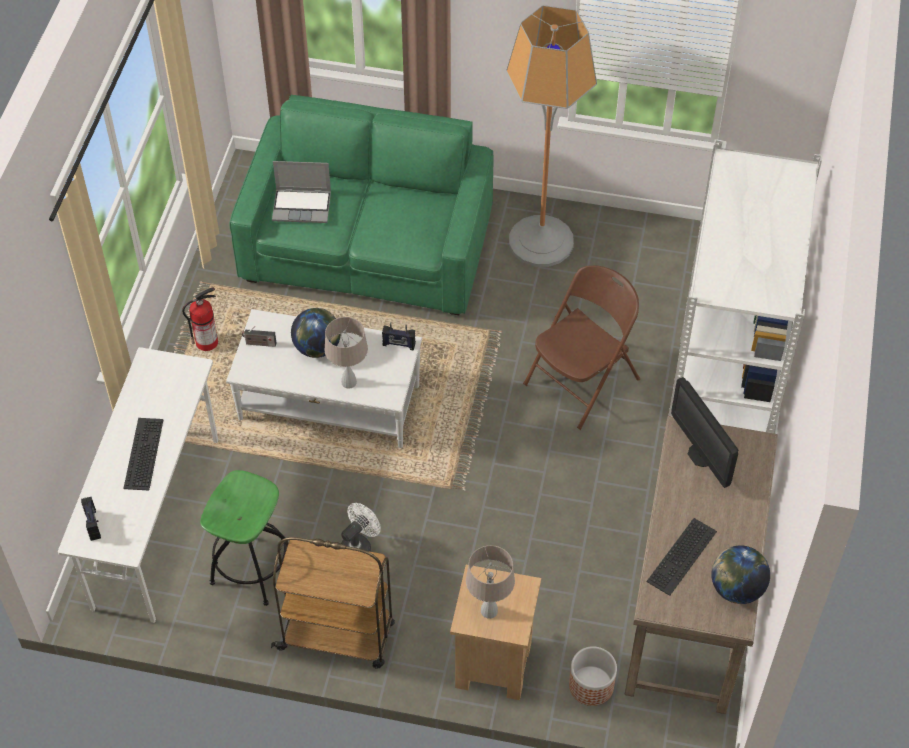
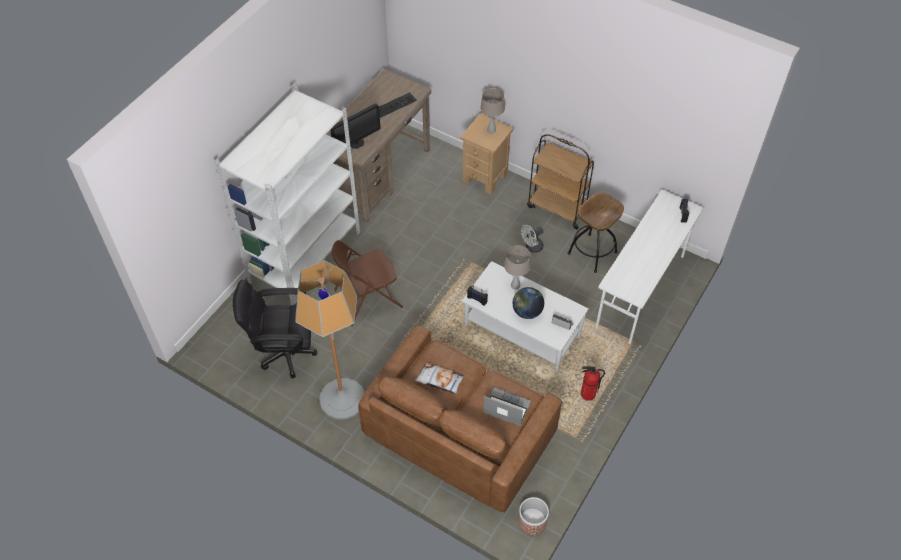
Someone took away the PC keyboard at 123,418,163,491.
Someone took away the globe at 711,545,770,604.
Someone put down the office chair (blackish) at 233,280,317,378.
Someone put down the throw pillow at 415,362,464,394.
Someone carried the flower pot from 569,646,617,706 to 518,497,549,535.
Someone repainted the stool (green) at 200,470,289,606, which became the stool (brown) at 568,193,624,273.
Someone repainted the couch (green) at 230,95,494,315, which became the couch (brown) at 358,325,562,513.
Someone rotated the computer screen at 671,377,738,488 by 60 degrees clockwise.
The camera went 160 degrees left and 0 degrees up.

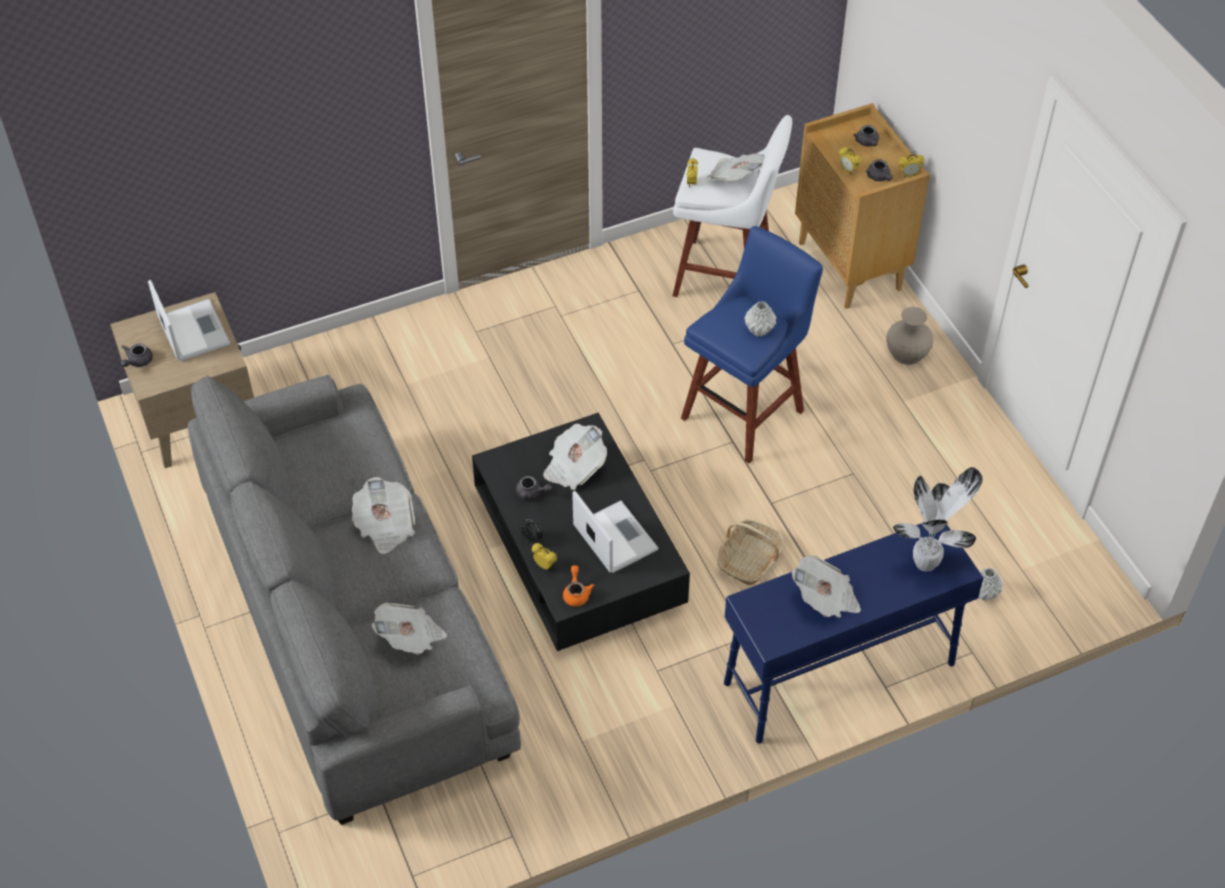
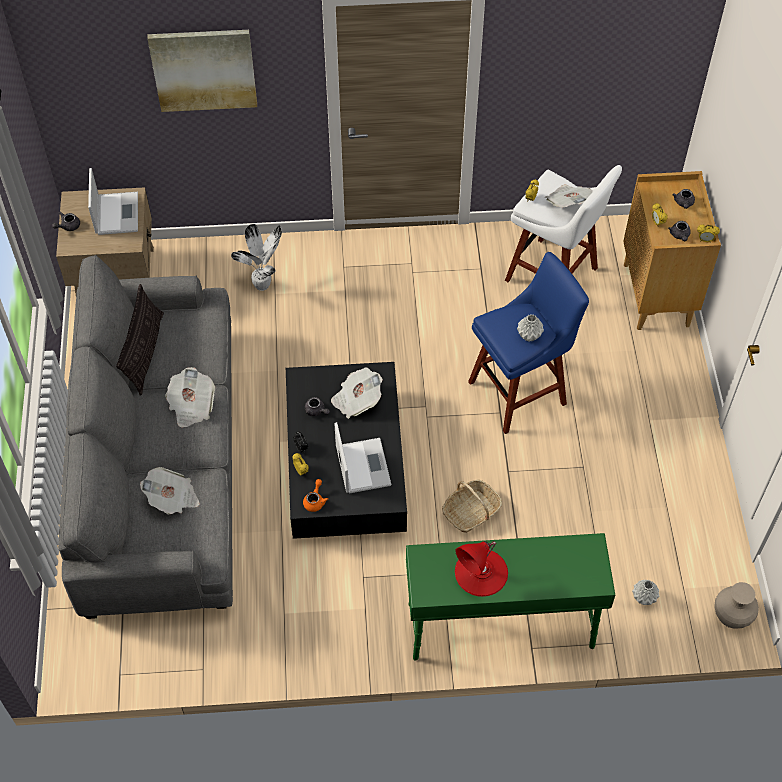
Someone put down the throw pillow at 116,284,164,396.
Someone put up the wall art at 147,30,257,112.
Someone carried the vase (sand-coloured) from 886,307,933,365 to 714,582,759,629.
Someone carried the potted plant from 893,467,983,572 to 231,224,282,291.
Someone swapped the printed paper at 792,555,861,618 for the tabletop lamp (red) at 455,541,508,597.
Someone repainted the narrow table (blue) at 724,522,984,743, which became the narrow table (green) at 406,533,616,661.
The camera went 20 degrees right and 5 degrees up.

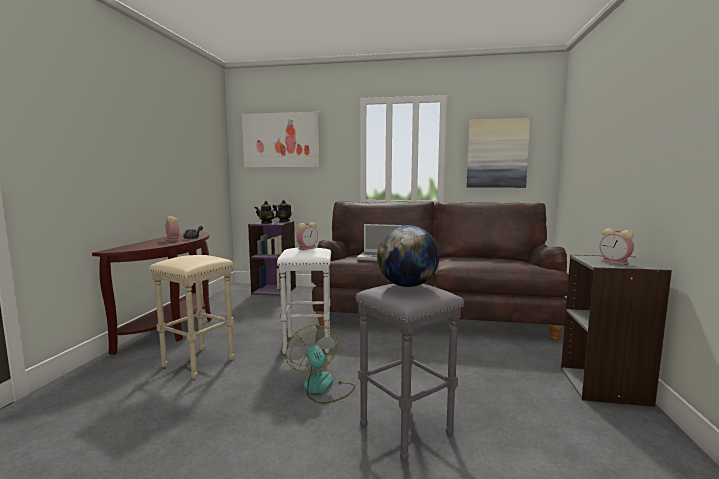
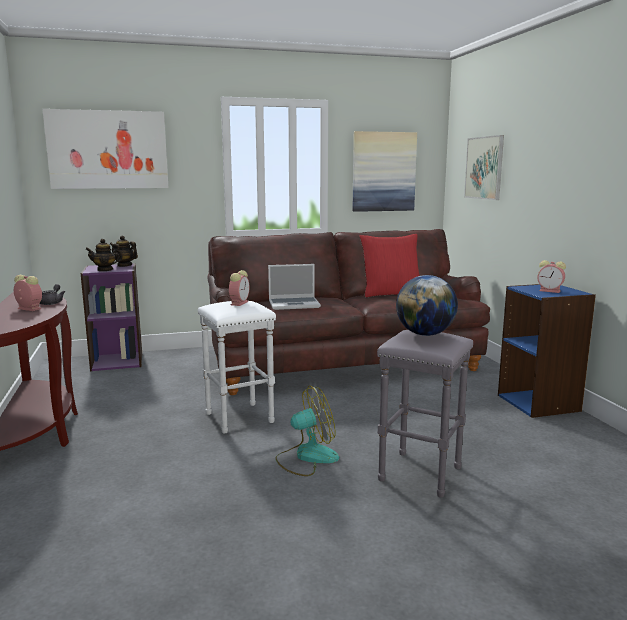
Someone took away the stool (sand-coloured) at 150,255,234,379.
Someone put down the throw pillow (red) at 359,234,420,297.
Someone put up the wall art at 464,135,504,200.
Someone repainted the bookcase (gray) at 561,255,672,407, which became the bookcase (blue) at 498,284,596,418.
Someone rotated the electric fan at 285,325,355,404 by 120 degrees clockwise.
The camera went 25 degrees left and 5 degrees up.

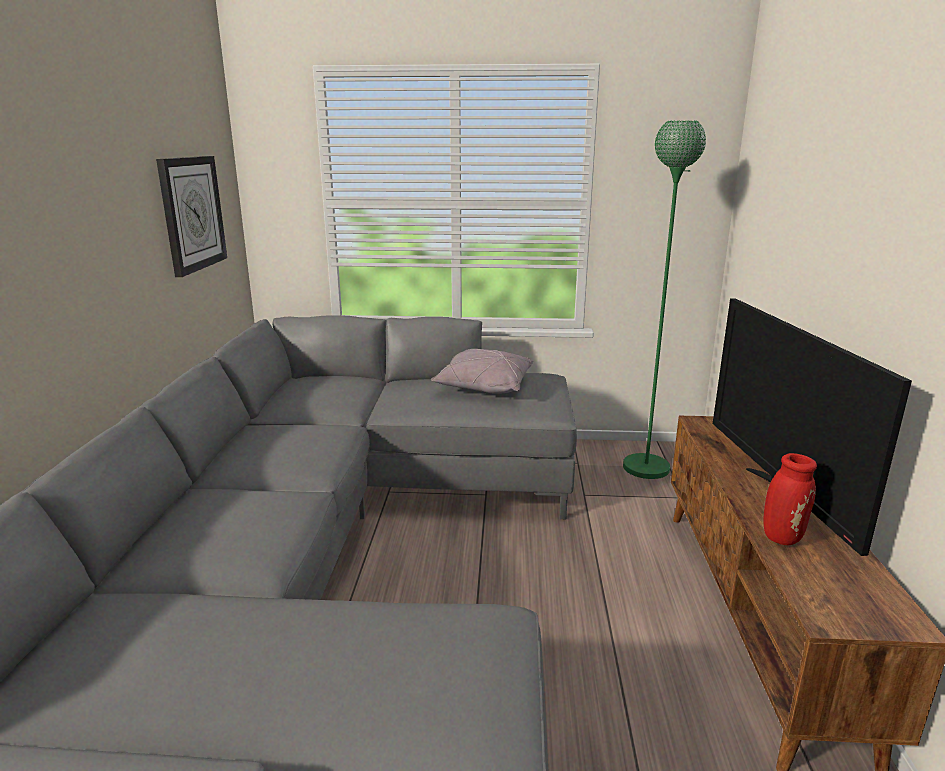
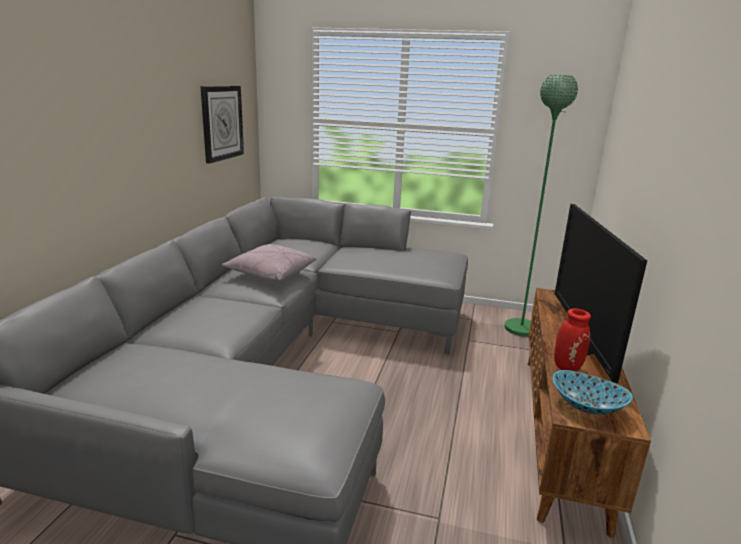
Someone put down the bowl at 553,370,633,415.
Someone carried the throw pillow (purple) from 431,349,533,394 to 222,244,317,281.
The camera went 10 degrees right and 0 degrees up.

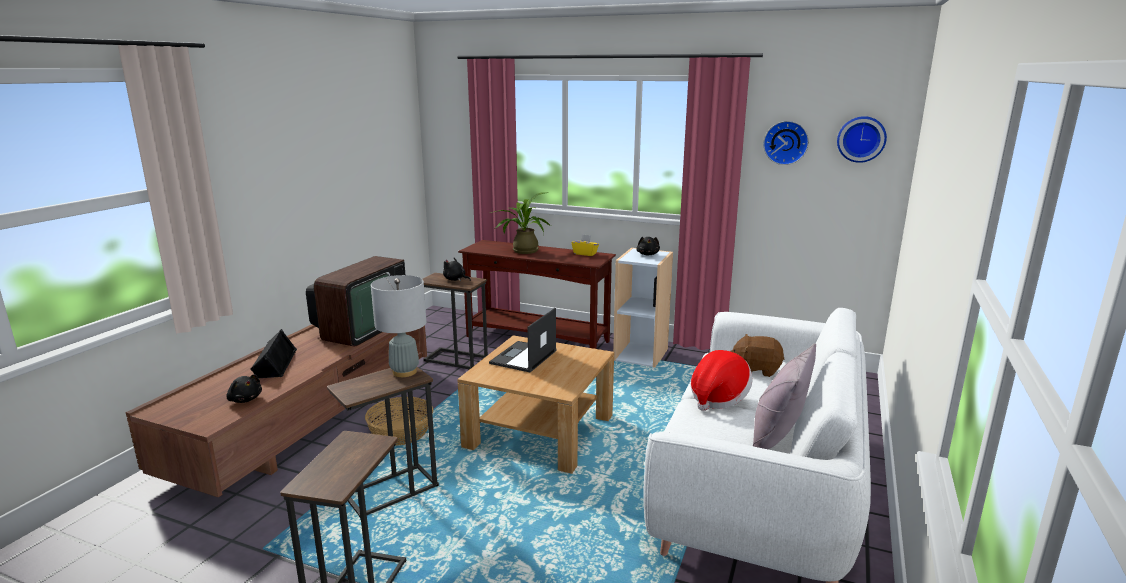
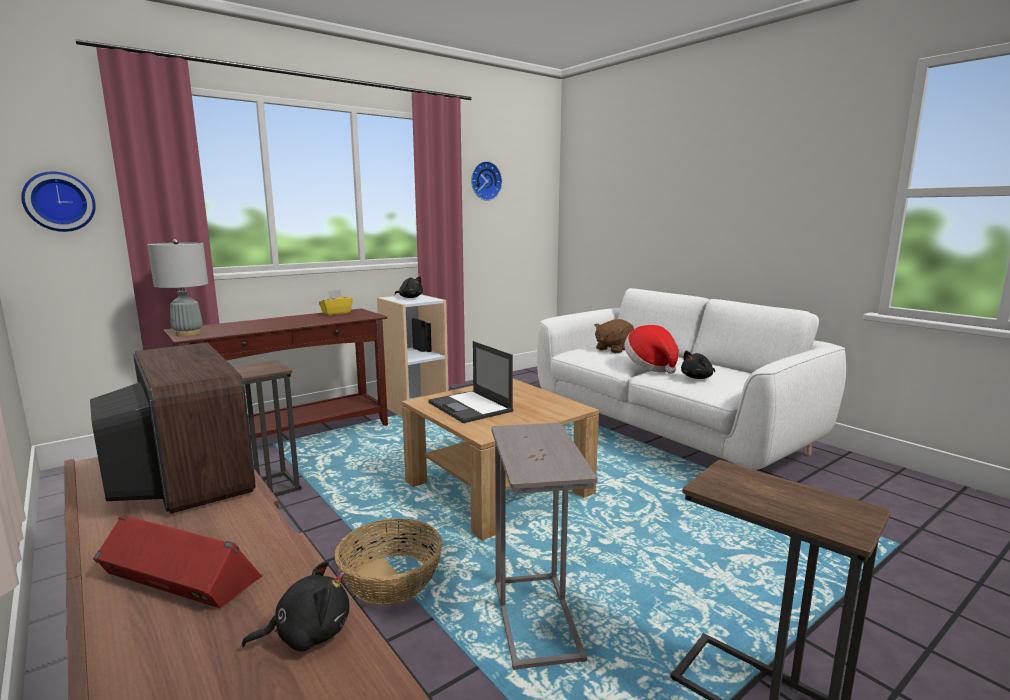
Someone took away the potted plant at 491,192,551,254.
Someone took away the throw pillow (purple) at 753,343,816,449.
Someone carried the tabletop lamp (gray) from 371,275,426,377 to 148,239,208,337.
Someone carried the cuddly toy (blackish) from 443,258,471,281 to 681,351,715,379.
Someone carried the hanging clock from 837,116,887,163 to 21,171,96,232.
Someone repainted the audio speaker (blackish) at 250,329,297,378, which became the audio speaker (red) at 93,514,262,609.
Someone repainted the end table (brown) at 327,367,439,518, which became the end table (gray) at 492,423,598,670.
The camera went 60 degrees left and 5 degrees down.

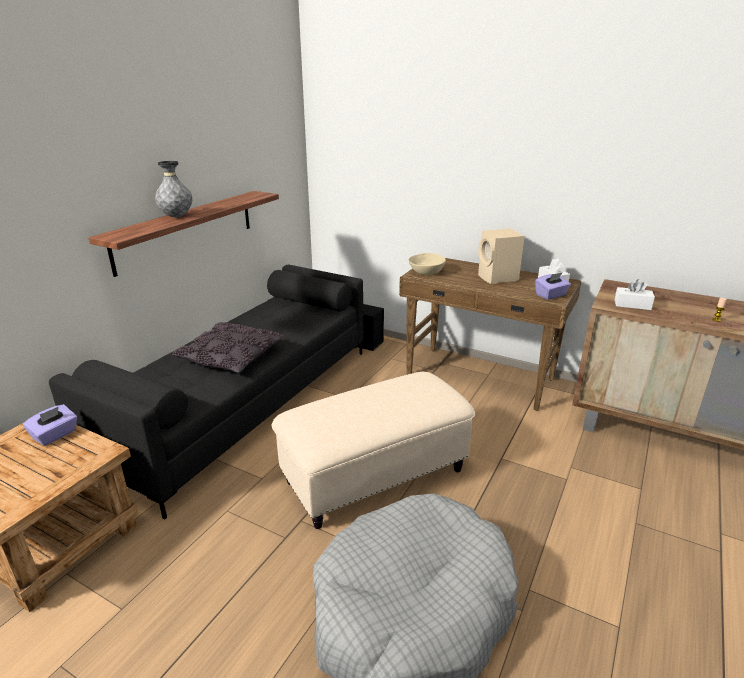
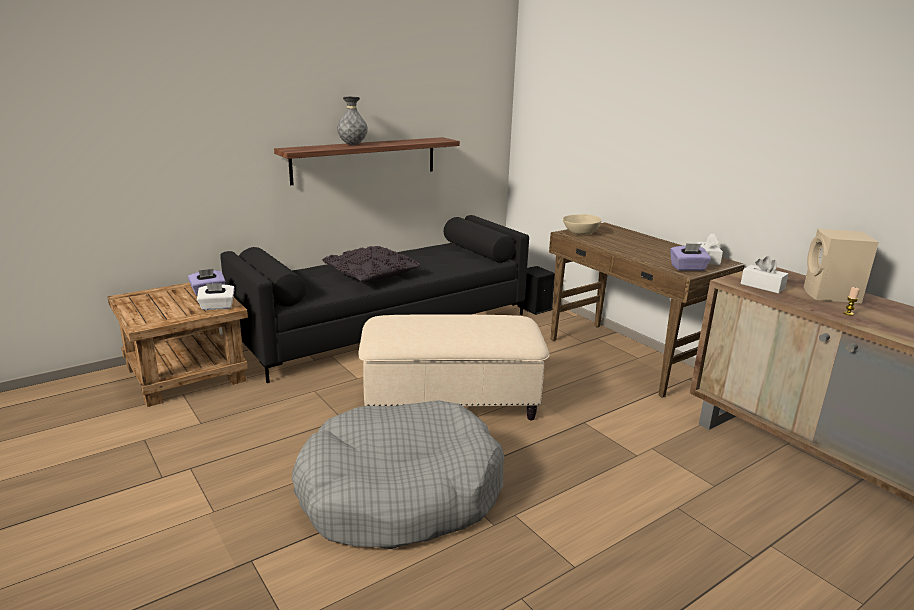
Someone put down the box of tissues (white) at 197,283,235,310.
Someone carried the audio speaker (sand-coloured) from 478,228,525,284 to 804,228,879,303.
The camera went 25 degrees right and 5 degrees down.

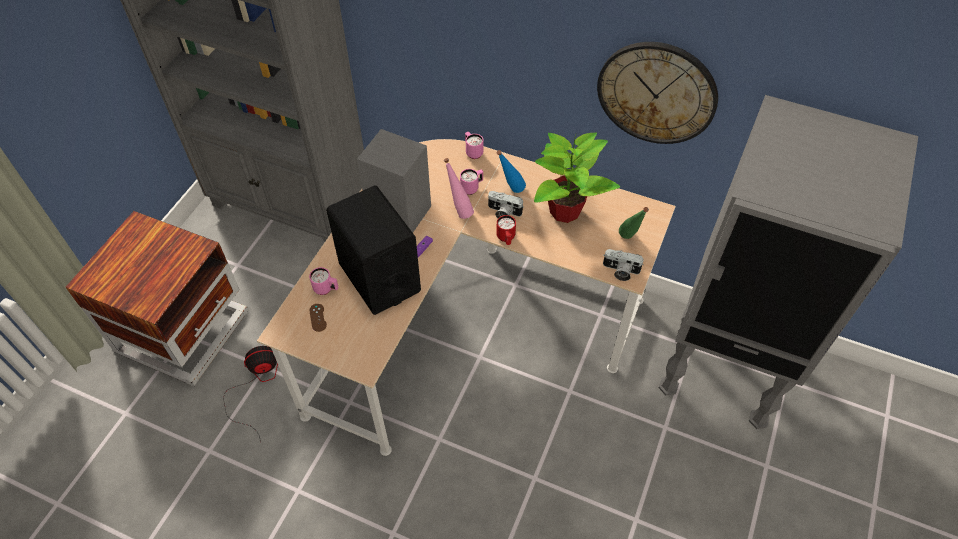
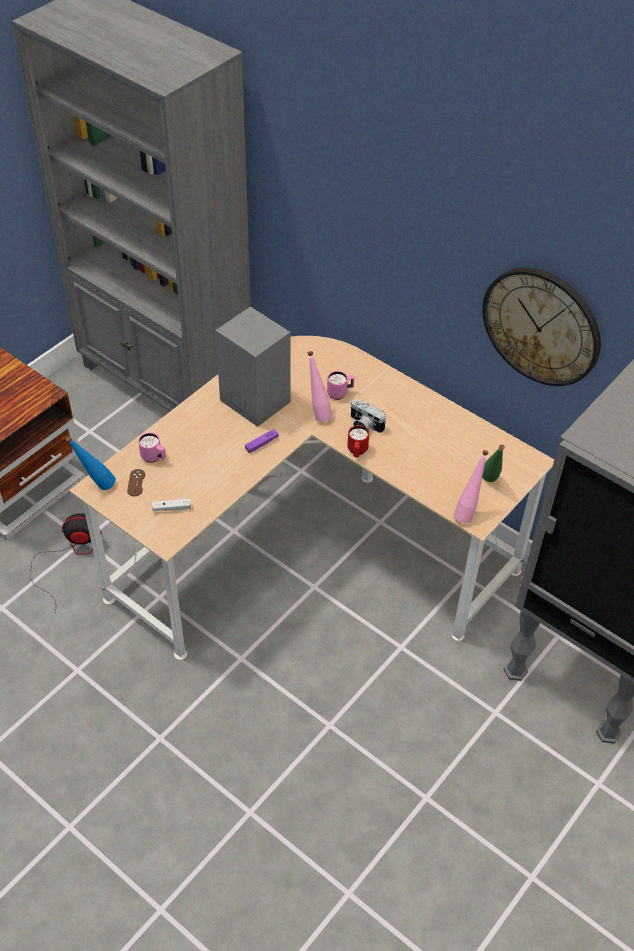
Someone took away the audio speaker (blackish) at 326,186,421,315.
Someone took away the mug (pinkish) at 465,132,484,159.
Someone took away the potted plant at 534,133,620,223.
Someone put down the joypad (white) at 152,499,191,511.
Someone carried the drink bottle (blue) from 497,150,526,193 to 66,436,116,490.
Someone swapped the still camera at 603,249,644,281 for the drink bottle (pinkish) at 454,450,489,523.
The camera went 15 degrees right and 5 degrees down.

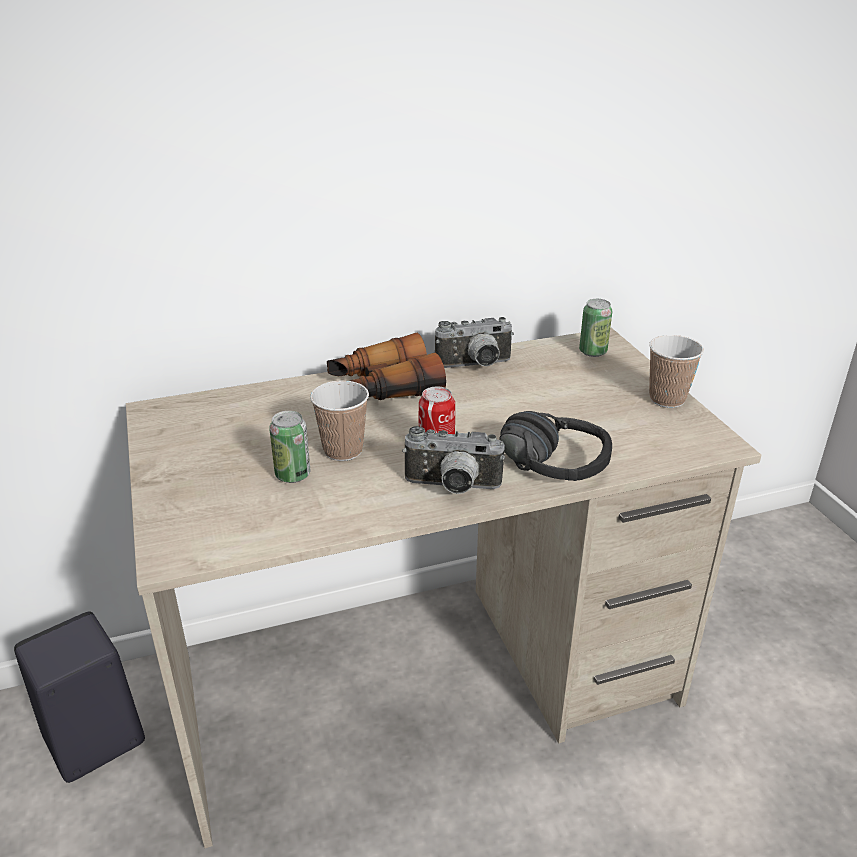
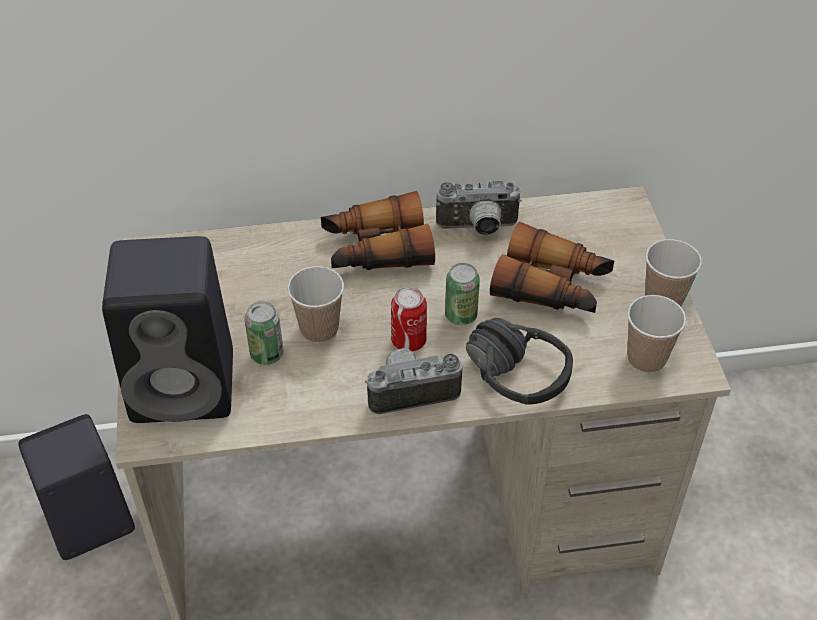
Someone put down the audio speaker (blackish) at 102,236,233,423.
Someone put down the binoculars at 490,222,614,313.
Someone put down the cup at 627,295,686,373.
Someone carried the can from 579,299,612,357 to 445,263,480,325.
Someone rotated the still camera at 402,426,505,494 by 150 degrees clockwise.
The camera went 10 degrees right and 15 degrees up.

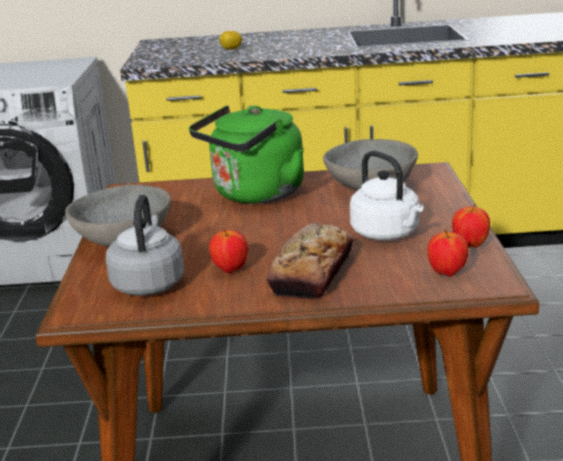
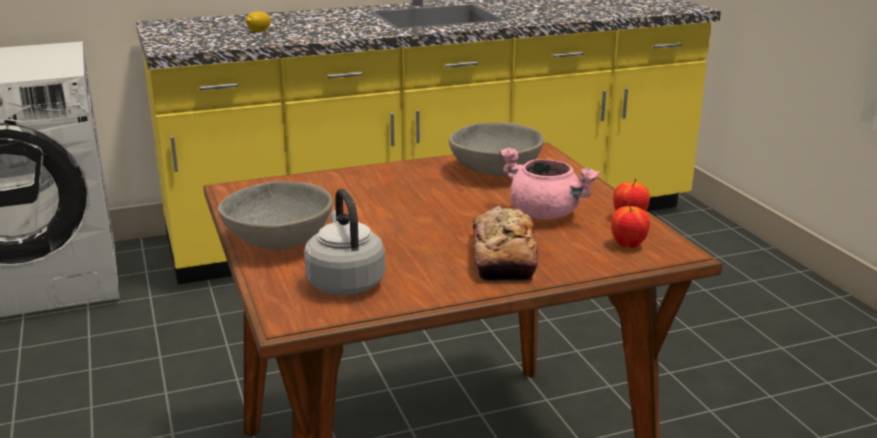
Someone took away the water kettle (green) at 189,105,304,204.
Someone took away the apple fruit at 209,229,248,273.
Someone swapped the water kettle (white) at 350,151,424,240 for the stockpot (pinkish) at 499,148,600,220.
The camera went 20 degrees left and 0 degrees up.

